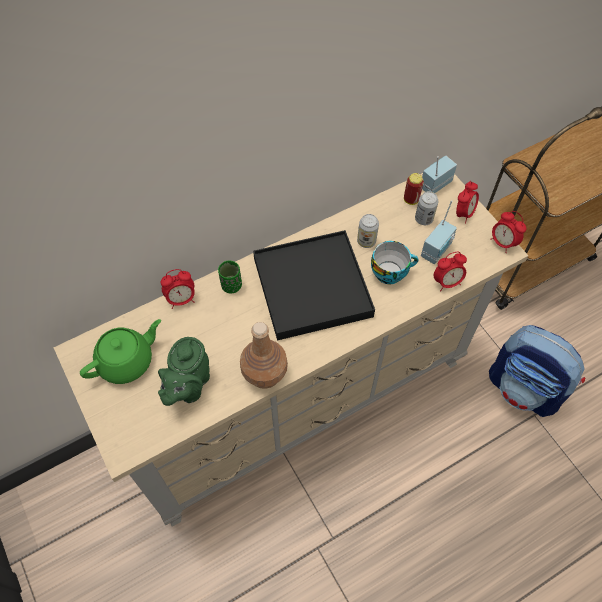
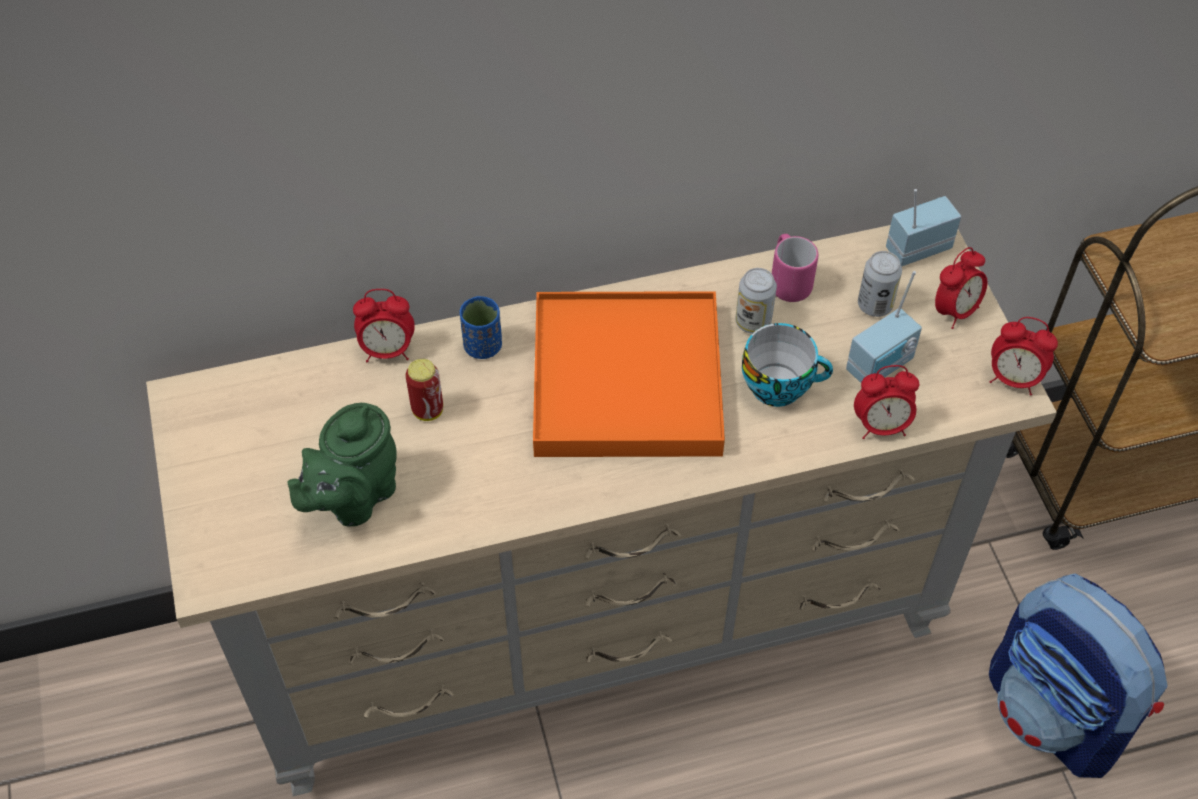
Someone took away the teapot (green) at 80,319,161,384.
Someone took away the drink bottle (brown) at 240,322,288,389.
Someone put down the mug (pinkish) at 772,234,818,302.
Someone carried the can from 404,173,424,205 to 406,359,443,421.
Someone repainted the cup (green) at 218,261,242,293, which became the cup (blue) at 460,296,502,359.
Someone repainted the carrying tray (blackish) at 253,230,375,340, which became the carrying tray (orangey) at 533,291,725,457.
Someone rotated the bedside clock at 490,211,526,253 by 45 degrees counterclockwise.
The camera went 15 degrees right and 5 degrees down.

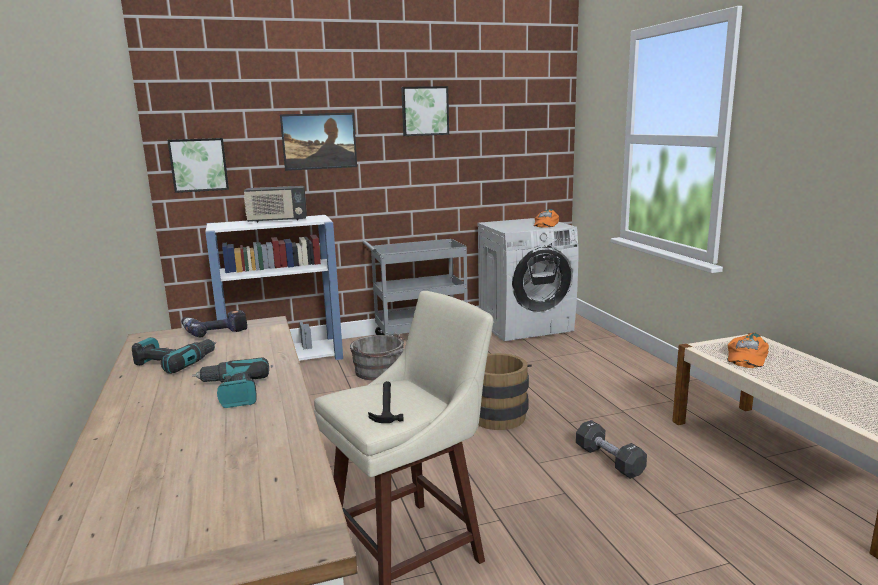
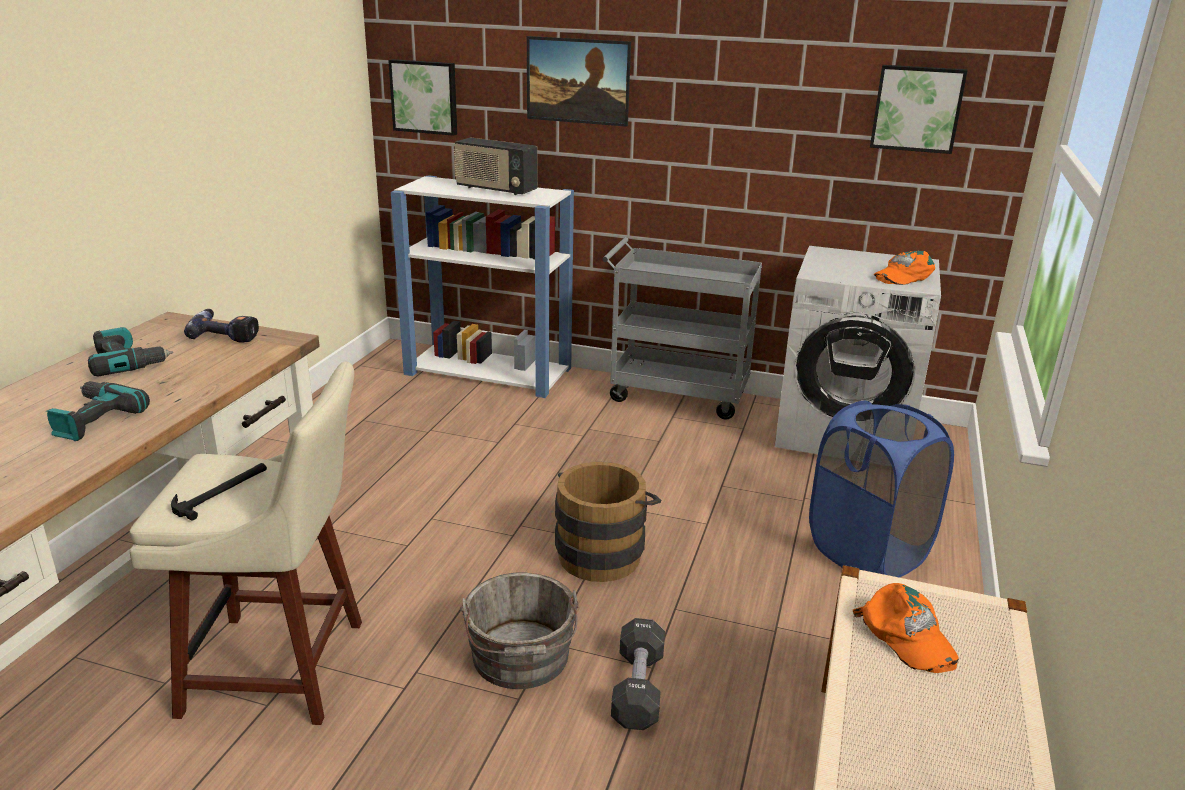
Someone put down the washing basket (blue) at 809,401,954,578.
Someone carried the water bucket (gray) from 350,332,407,380 to 460,572,579,689.
Someone carried the wall art from 401,86,449,136 to 870,65,968,154.
Someone rotated the baseball cap (orangey) at 727,333,769,368 by 90 degrees counterclockwise.
The camera went 35 degrees right and 10 degrees up.

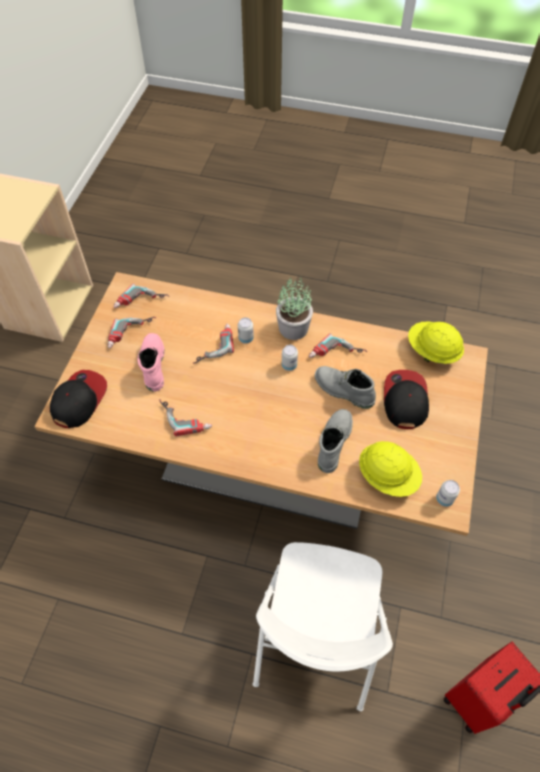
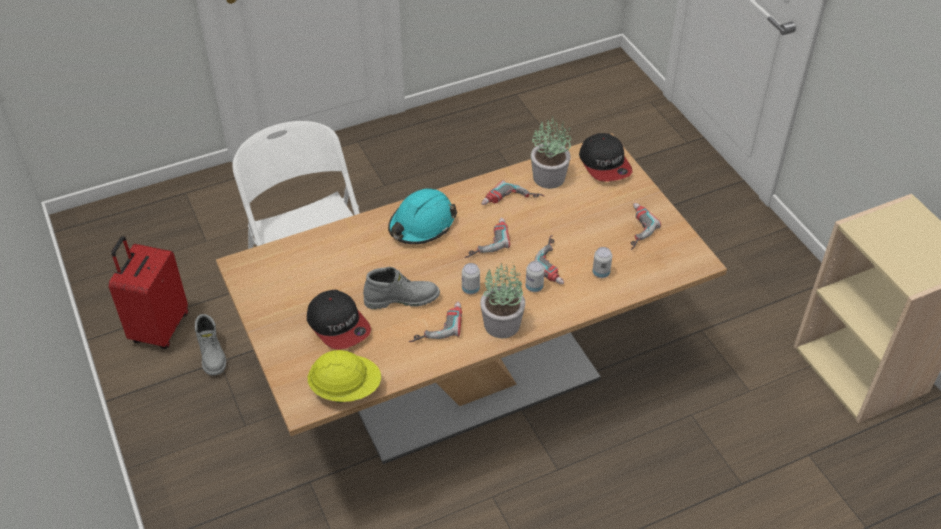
Someone took away the tall boot (pinkish) at 137,333,165,392.
Someone took away the hard hat (yellow) at 359,441,422,497.
Someone put down the hard hat (turquoise-coloured) at 388,189,457,244.
Someone put down the potted plant at 531,116,571,189.
Someone carried the power drill from 113,284,169,308 to 465,218,510,258.
Someone carried the tall boot (gray) from 318,409,353,473 to 195,314,226,376.
Someone carried the can from 436,480,460,507 to 592,247,612,278.
The camera went 140 degrees right and 10 degrees down.

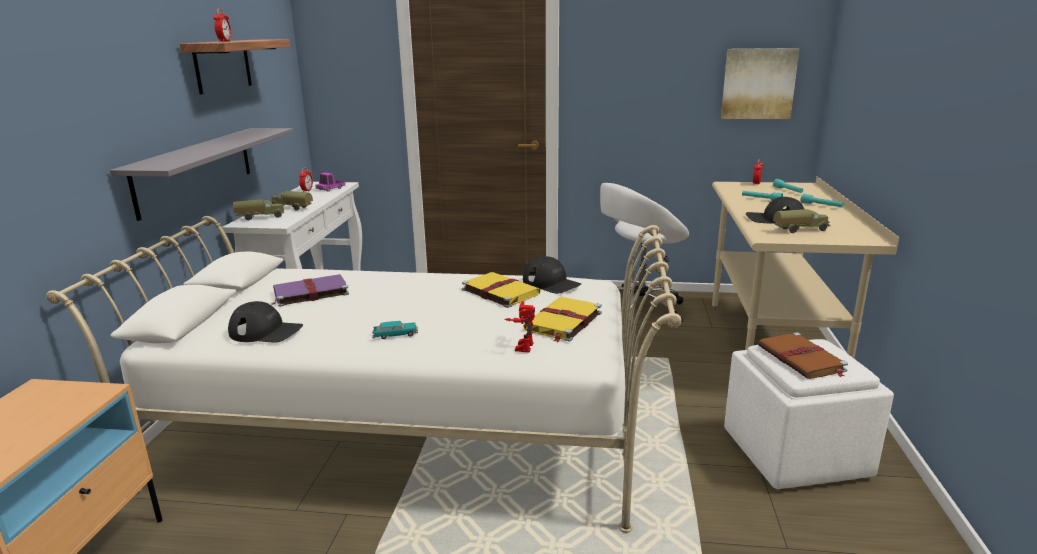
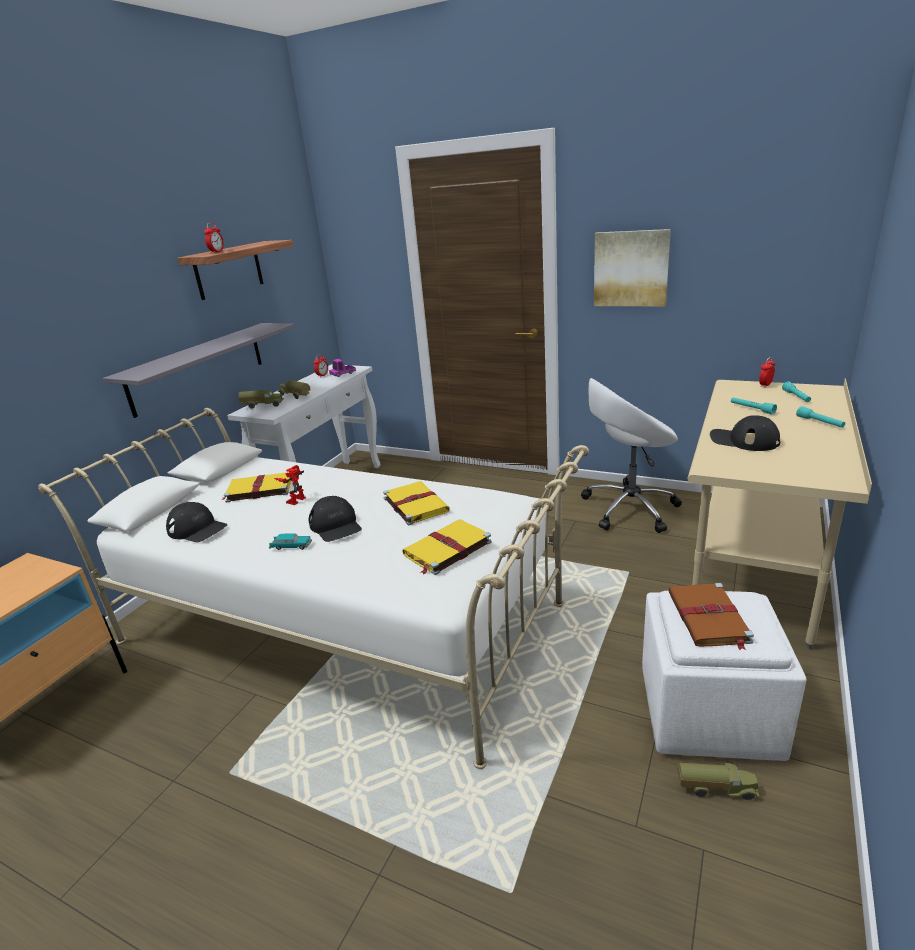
Someone carried the model robot from 504,301,535,352 to 274,465,306,505.
Someone carried the baseball cap (blackish) from 523,256,581,294 to 309,496,362,542.
Someone carried the wall art from 721,48,800,119 to 594,229,671,307.
Someone carried the model truck from 773,209,831,233 to 677,763,760,800.
Someone repainted the bound book (purple) at 271,274,349,307, which became the bound book (yellow) at 221,472,291,503.
The camera went 20 degrees right and 5 degrees up.

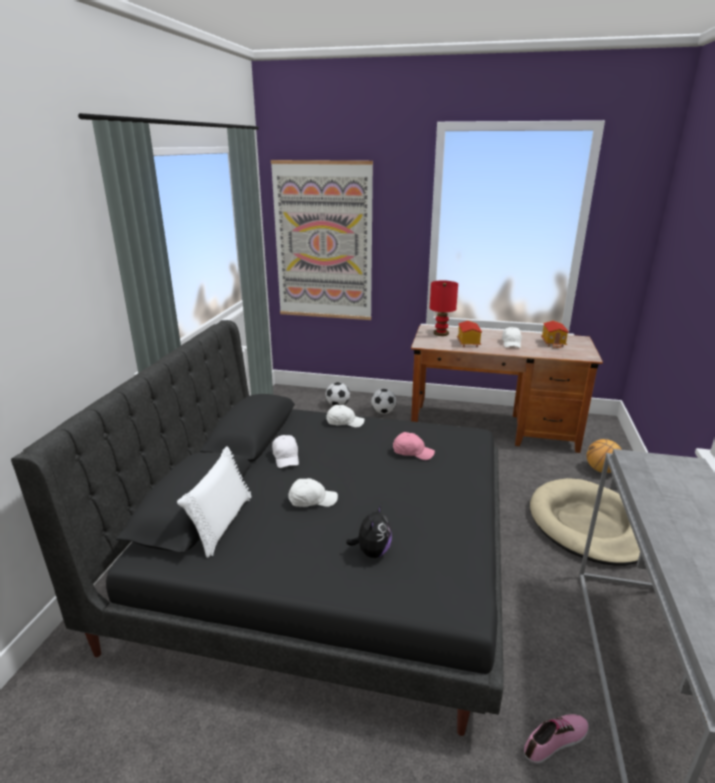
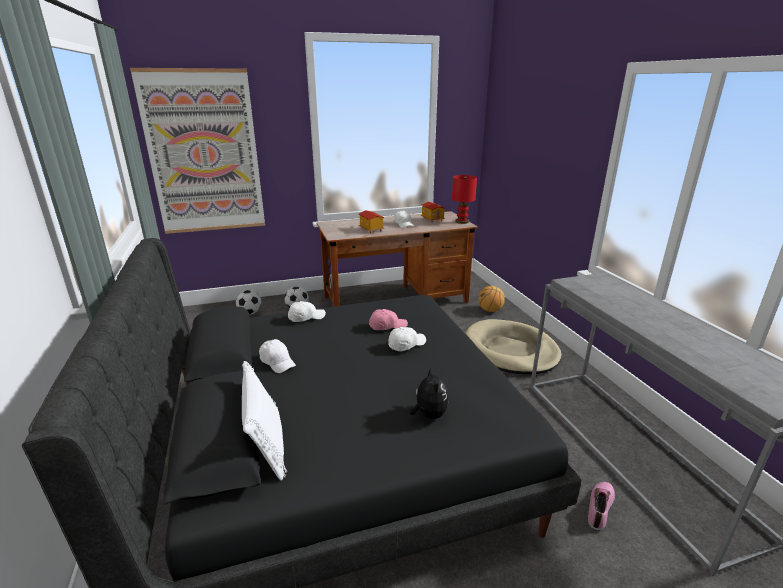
Someone carried the baseball cap (white) from 288,478,338,507 to 388,327,426,351.
Someone carried the tabletop lamp (red) from 430,280,458,336 to 452,175,477,224.
The camera went 30 degrees left and 0 degrees up.

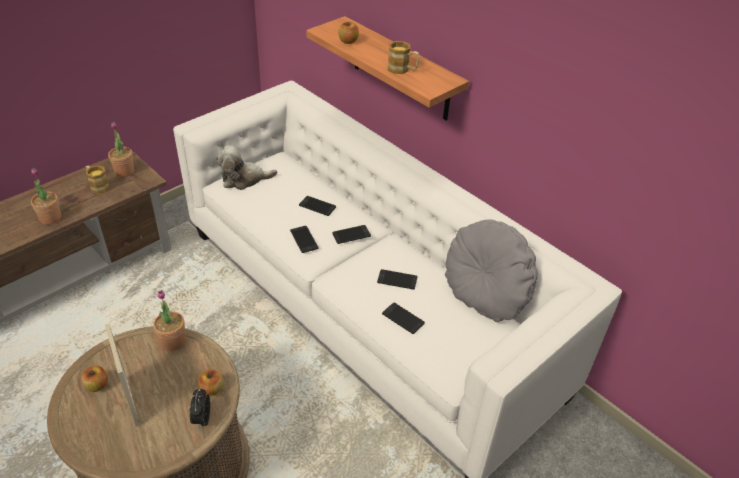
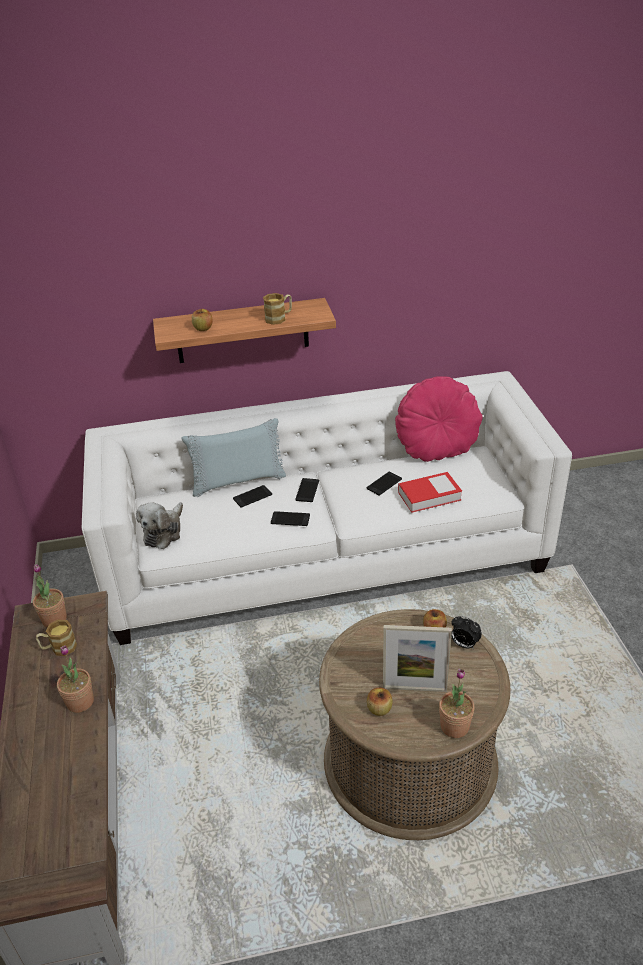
Someone put down the throw pillow (blue) at 181,418,286,497.
Someone carried the potted plant from 153,290,185,351 to 439,669,475,738.
Someone swapped the phone at 382,303,425,334 for the bound book at 398,472,462,513.
Someone repainted the throw pillow (gray) at 445,219,538,322, which became the throw pillow (pinkish) at 395,376,483,462.
The camera went 55 degrees left and 5 degrees down.

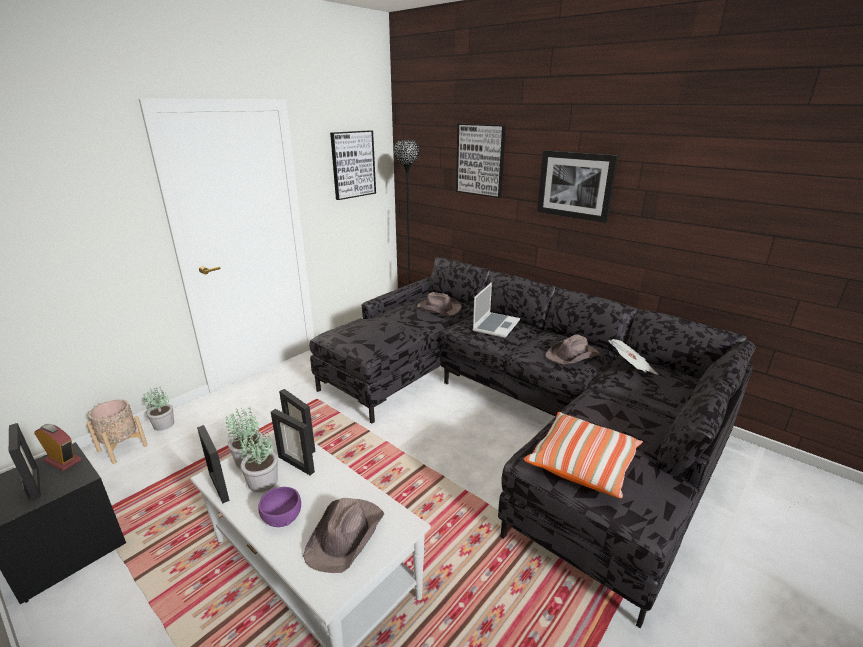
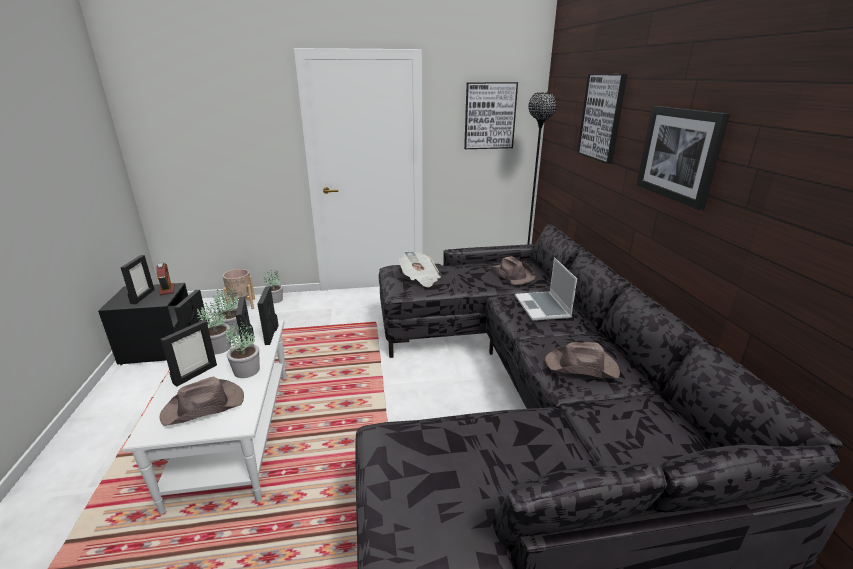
Someone took away the throw pillow at 524,412,643,498.
Someone put down the potted plant at 225,322,260,378.
Someone carried the printed paper from 608,339,658,375 to 399,251,441,287.
Someone swapped the bowl (purple) at 258,487,301,527 for the picture frame at 160,320,217,386.
Someone rotated the notebook computer at 473,282,520,338 by 105 degrees clockwise.
The camera went 40 degrees right and 0 degrees up.

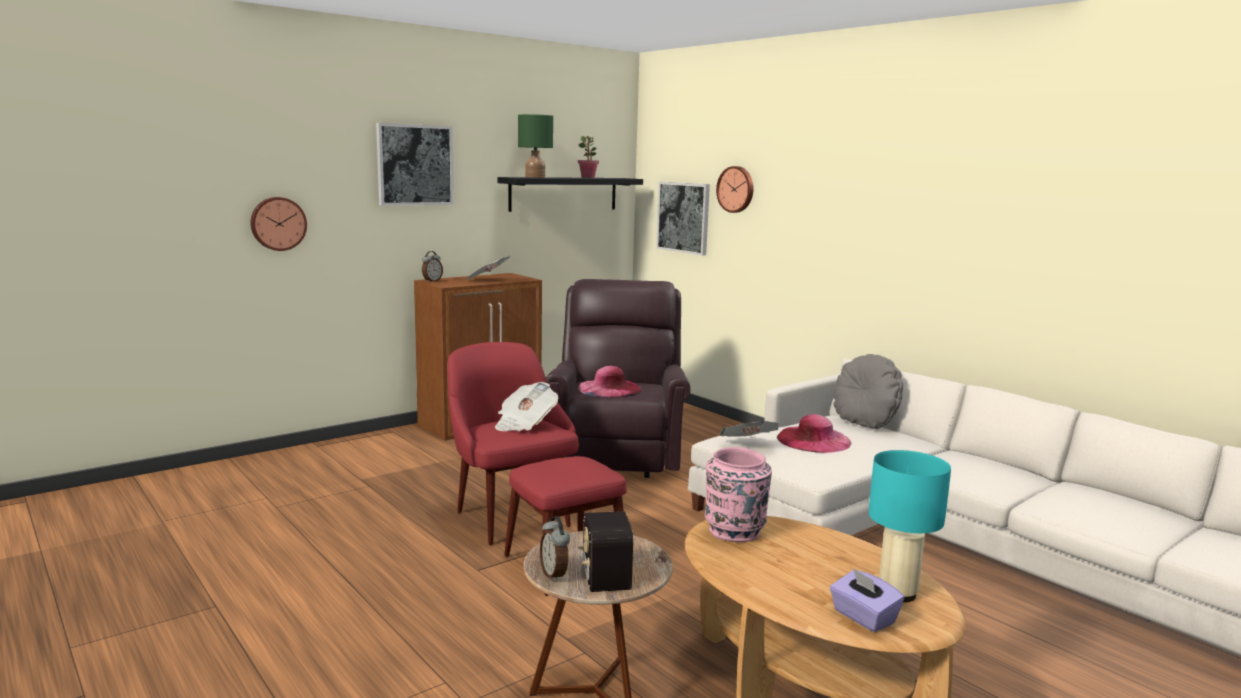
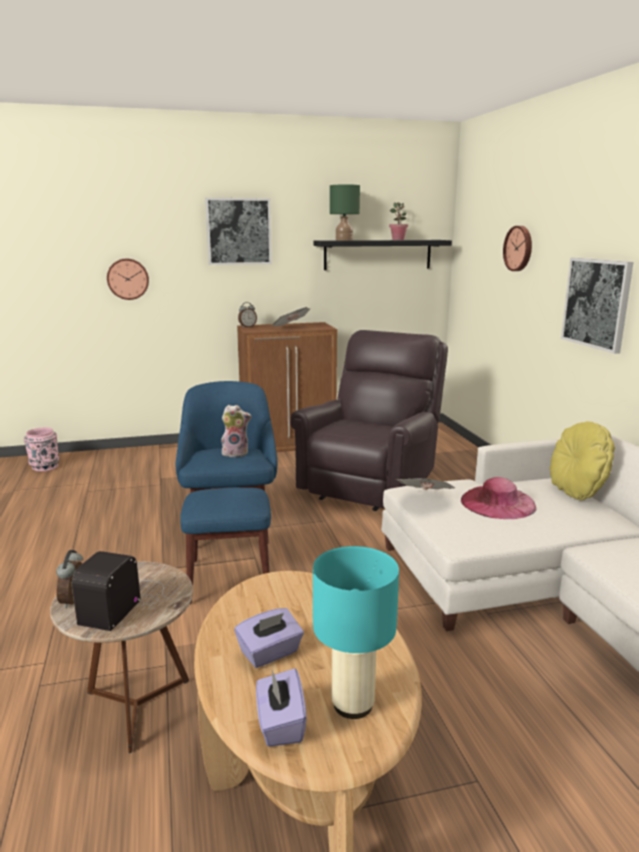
Someone took away the wearable hat (pinkish) at 578,366,642,398.
Someone put down the box of tissues (purple) at 235,608,304,668.
Someone carried the wall art from 656,181,710,256 to 561,257,634,354.
Someone carried the vase (pinkish) from 705,447,772,542 to 24,427,60,472.
Someone swapped the printed paper at 495,382,558,431 for the cuddly toy at 221,405,252,457.
Someone repainted the lounge chair (red) at 447,342,627,596, which became the lounge chair (blue) at 176,381,277,604.
Someone repainted the throw pillow (gray) at 833,354,903,429, which became the throw pillow (yellow) at 550,421,615,501.
The camera went 25 degrees right and 5 degrees up.

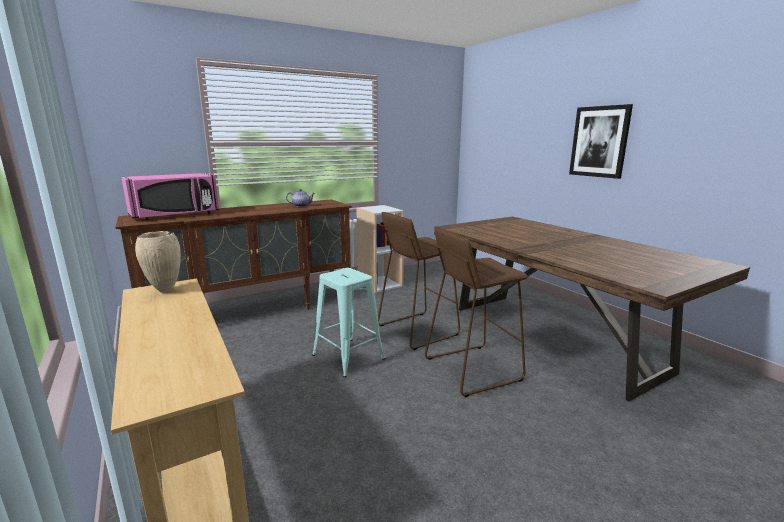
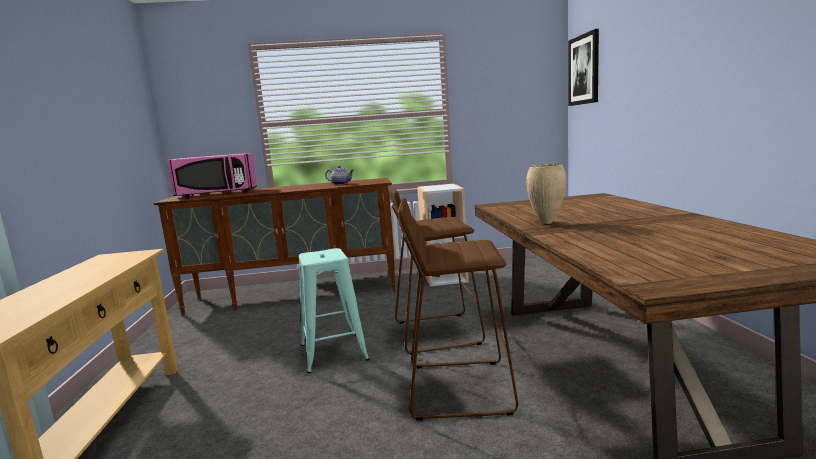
Someone carried the vase (sand-coloured) from 135,231,181,293 to 526,164,566,224.
Someone carried the wall art from 569,104,633,179 to 568,29,599,106.
The camera went 25 degrees right and 5 degrees down.

